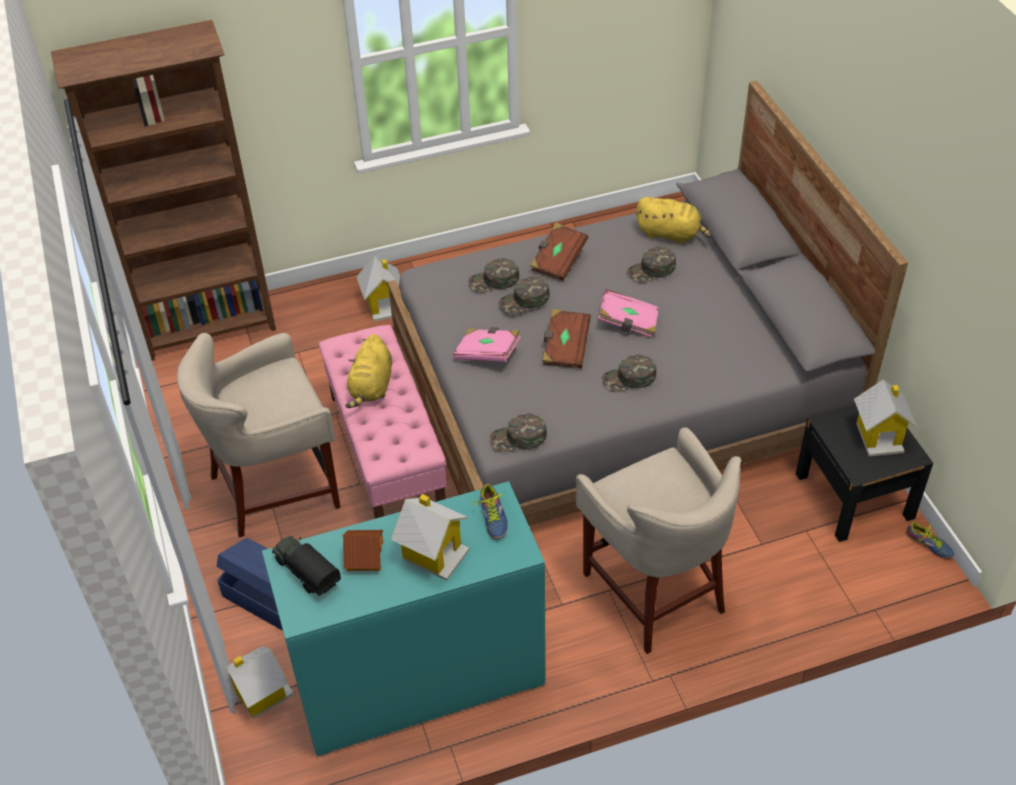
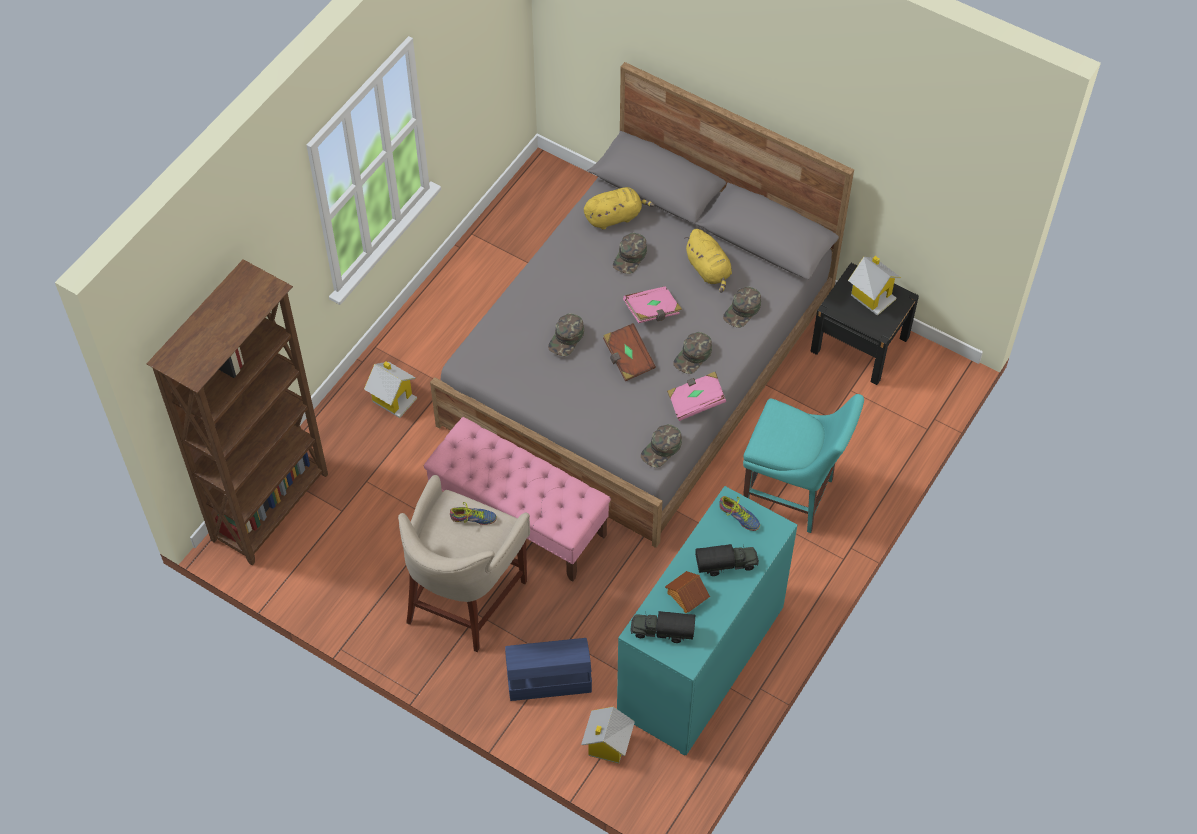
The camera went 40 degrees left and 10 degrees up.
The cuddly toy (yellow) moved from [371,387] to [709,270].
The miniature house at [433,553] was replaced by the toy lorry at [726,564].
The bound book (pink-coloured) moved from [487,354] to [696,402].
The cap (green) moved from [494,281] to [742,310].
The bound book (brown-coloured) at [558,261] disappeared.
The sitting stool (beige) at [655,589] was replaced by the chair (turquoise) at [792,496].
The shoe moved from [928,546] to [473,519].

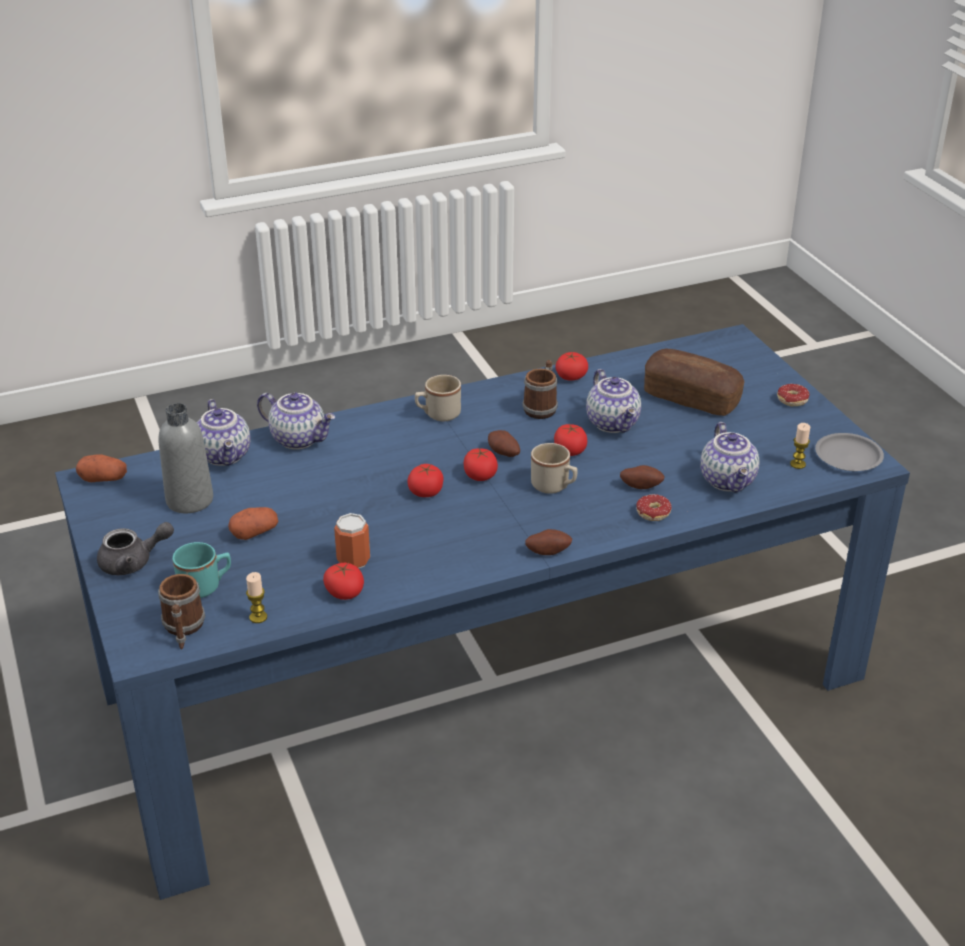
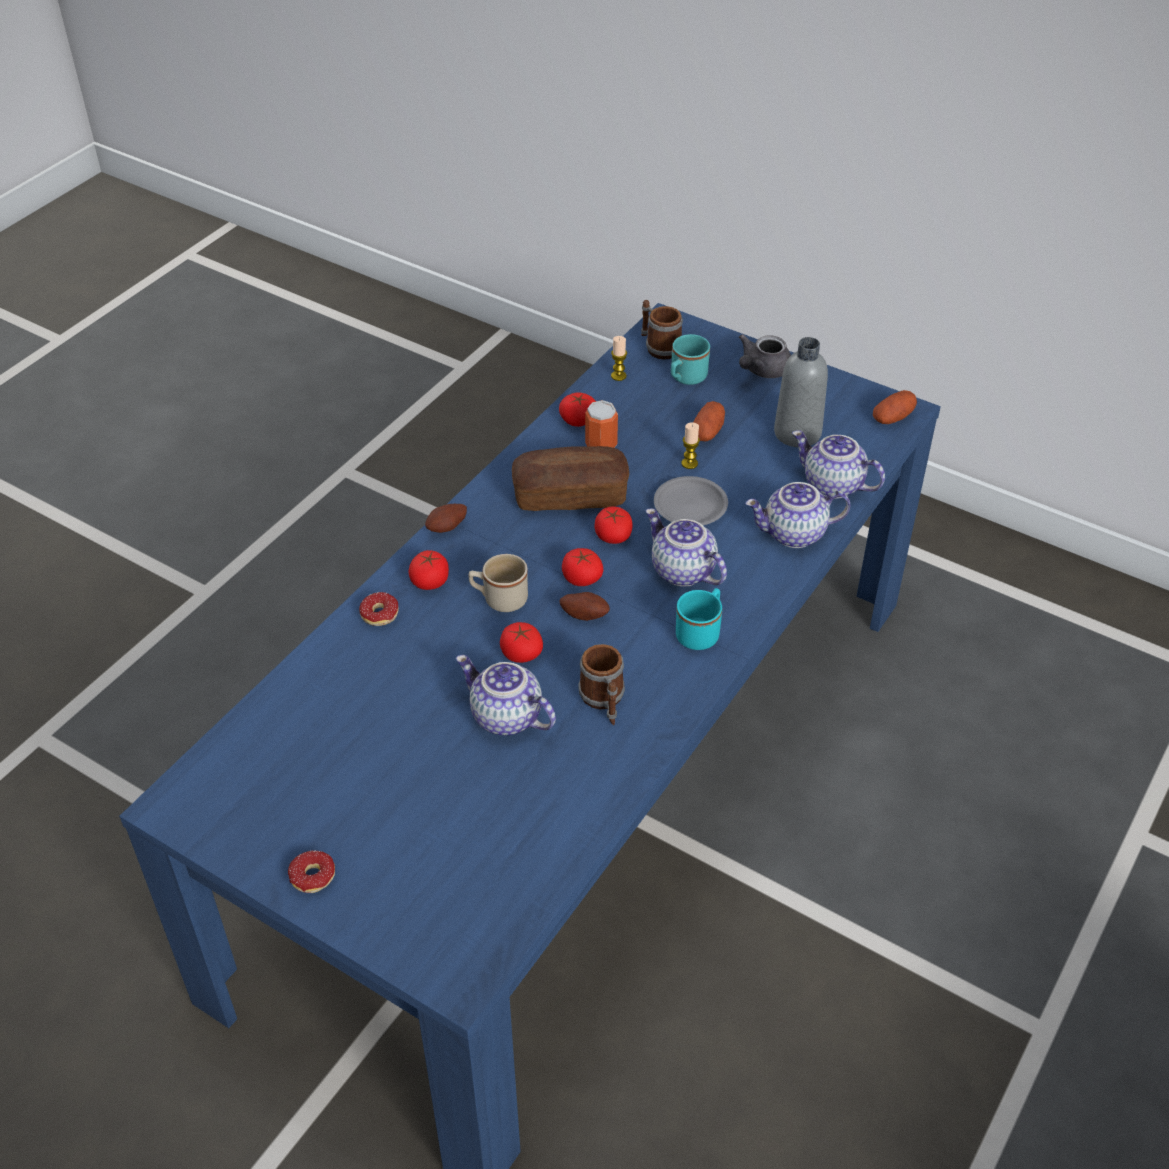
The camera went 145 degrees right and 10 degrees up.
The coffee mug (beige) at [438,414] became the coffee mug (turquoise) at [701,632].
The tomato moved from [571,376] to [430,581].
The spud at [641,486] disappeared.
The bread moved from [691,398] to [570,496].
The tea pot moved from [729,481] to [681,571].
The candle moved from [797,464] to [689,463].
The flat dish (grey) moved from [848,456] to [690,506].

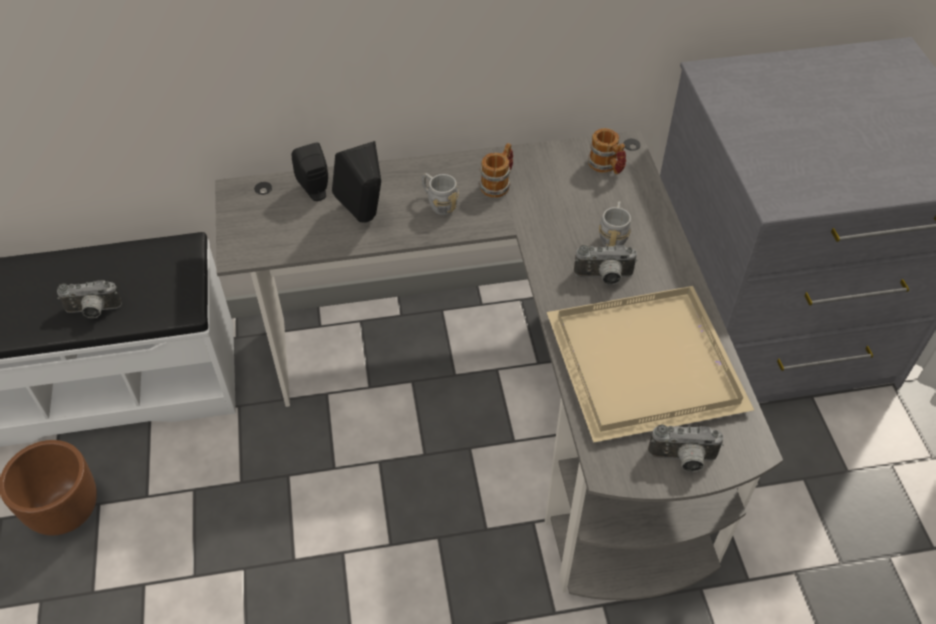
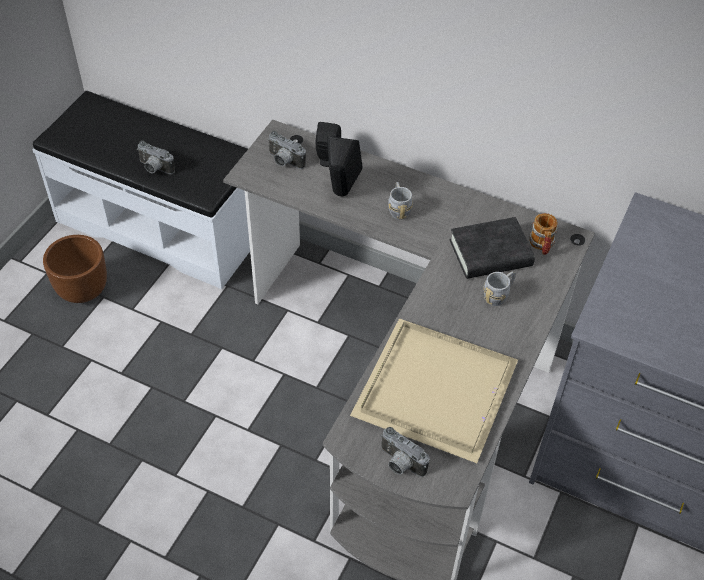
The camera went 35 degrees right and 0 degrees up.
The coffee mug at [498,184] disappeared.
The still camera moved from [604,278] to [284,162].
The bound book (black-coloured) at [490,253] appeared.

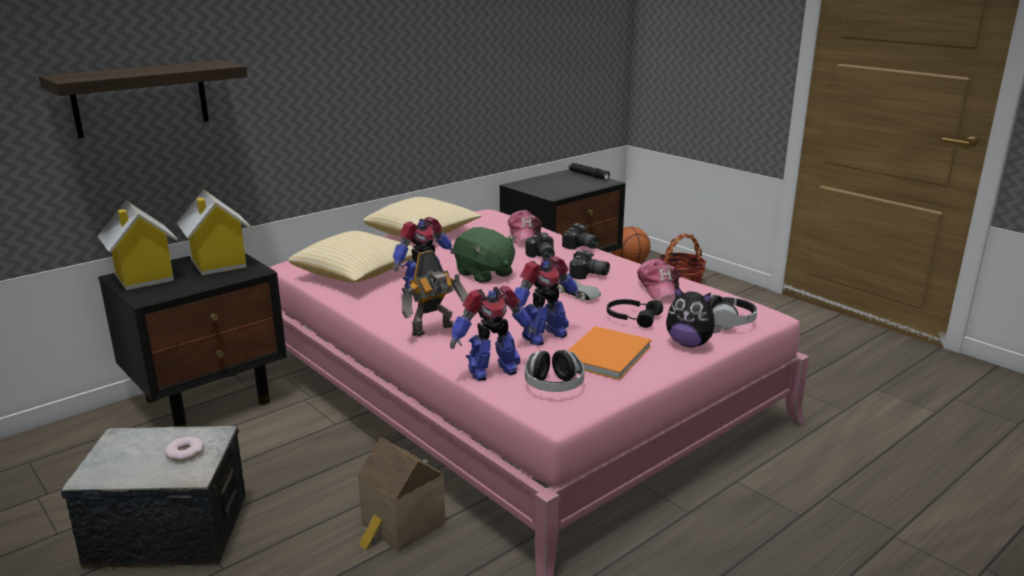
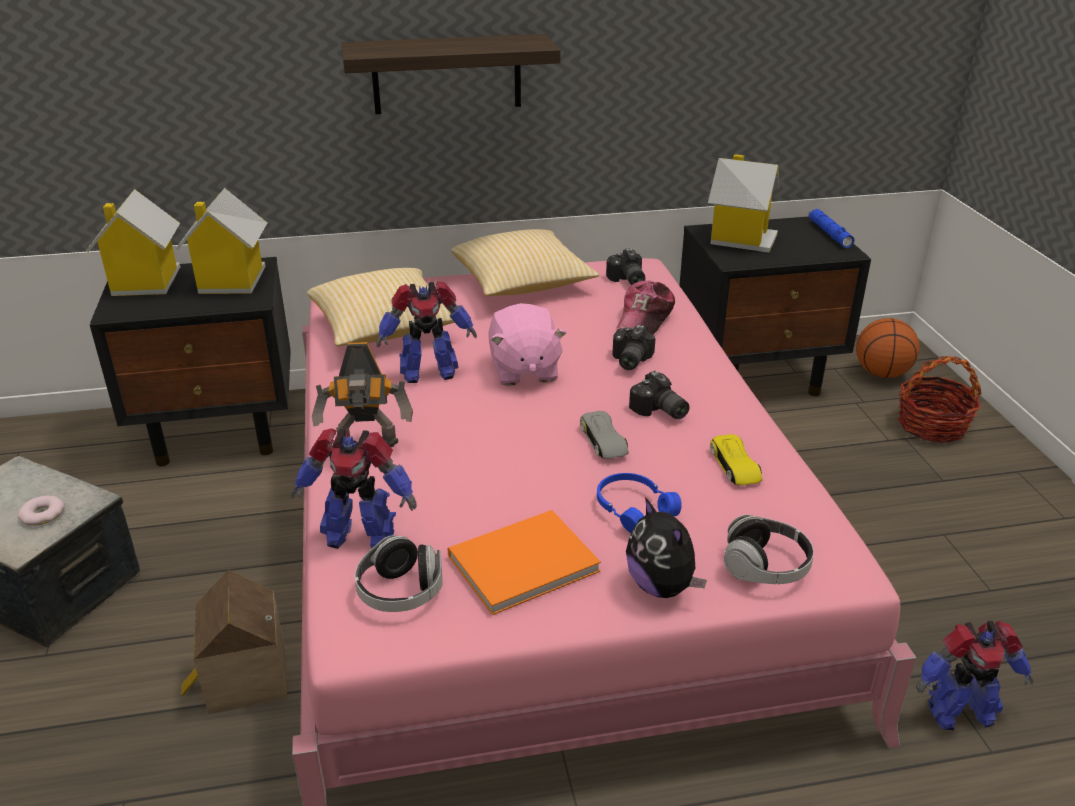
The camera went 30 degrees right and 10 degrees up.
The bracket shelf moved from [140,98] to [447,74].
The cuddly toy (green) at [484,274] became the cuddly toy (pink-coloured) at [524,370].
The robot figure moved from [543,336] to [958,712].
The still camera moved from [580,247] to [626,280].
The torch (black-coloured) at [588,175] became the torch (blue) at [829,234].
The headphones (black-coloured) at [632,317] became the headphones (blue) at [633,508].
The cap at [660,288] was replaced by the toy car (yellow) at [735,466].
The miniature house at [740,238] appeared.

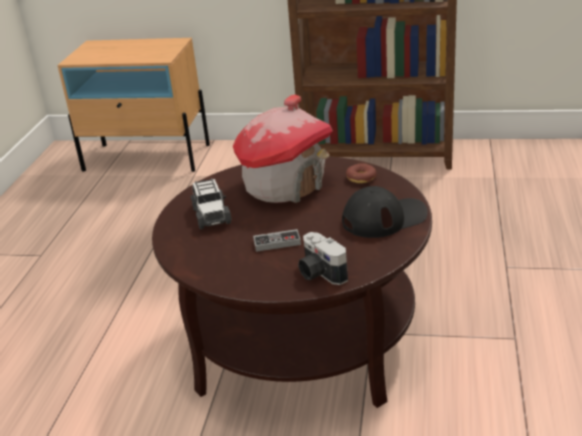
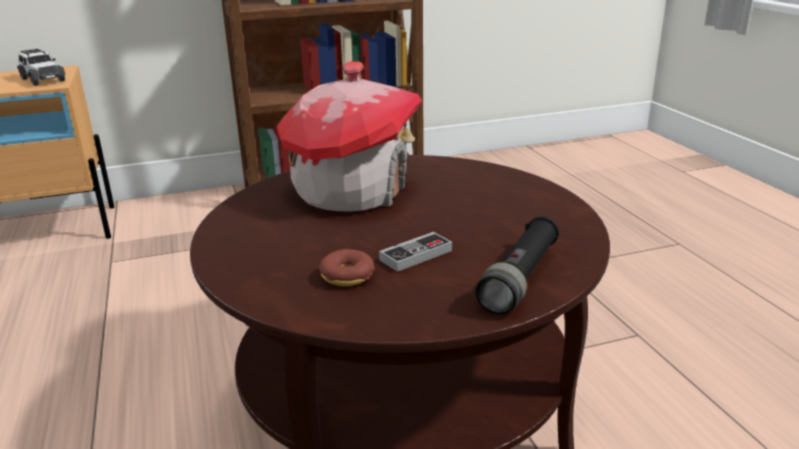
The camera went 30 degrees left and 5 degrees down.
The toy car moved from [211,215] to [42,80].
The still camera at [319,273] was replaced by the torch (black-coloured) at [520,278].
The cap (black-coloured) at [384,218] disappeared.
The donut moved from [361,178] to [347,276].

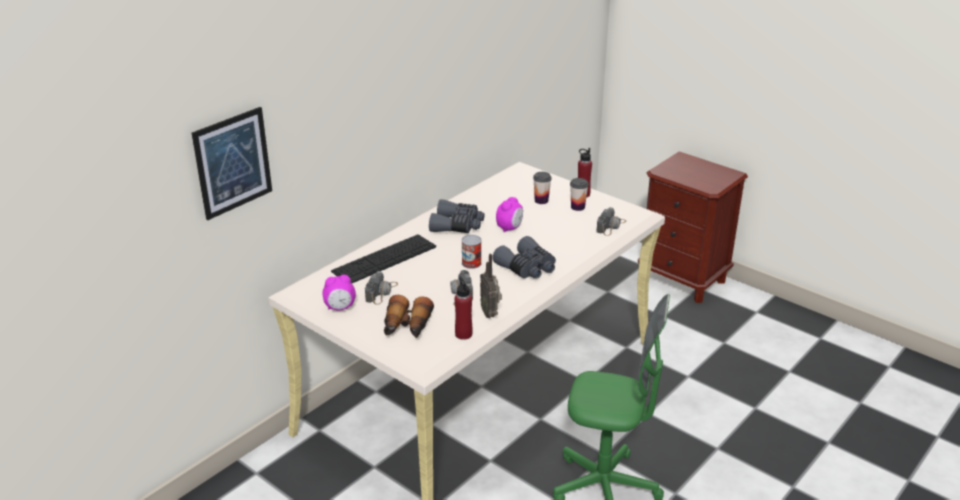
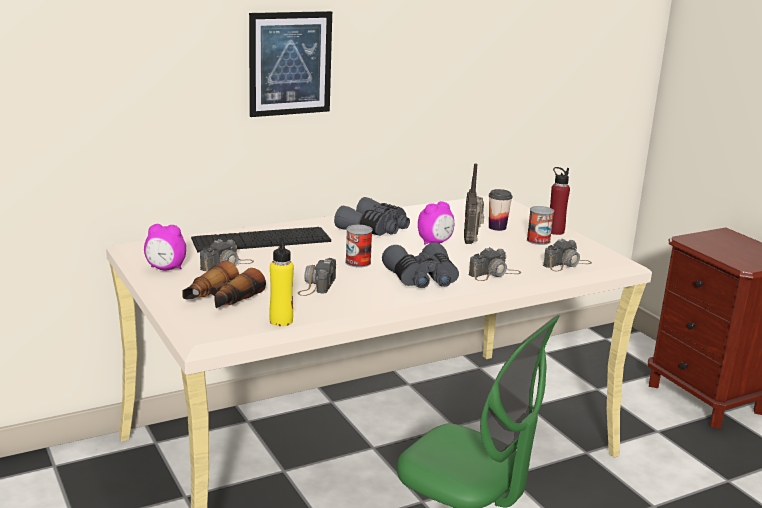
The camera went 20 degrees right and 10 degrees down.
The picture moved from [233,163] to [290,63].
The bottle (red-coloured) at [463,334] became the bottle (yellow) at [281,321].
The radio moved from [490,313] to [471,242].
The cup at [577,207] was replaced by the metal can at [538,240].
The still camera at [494,273] appeared.

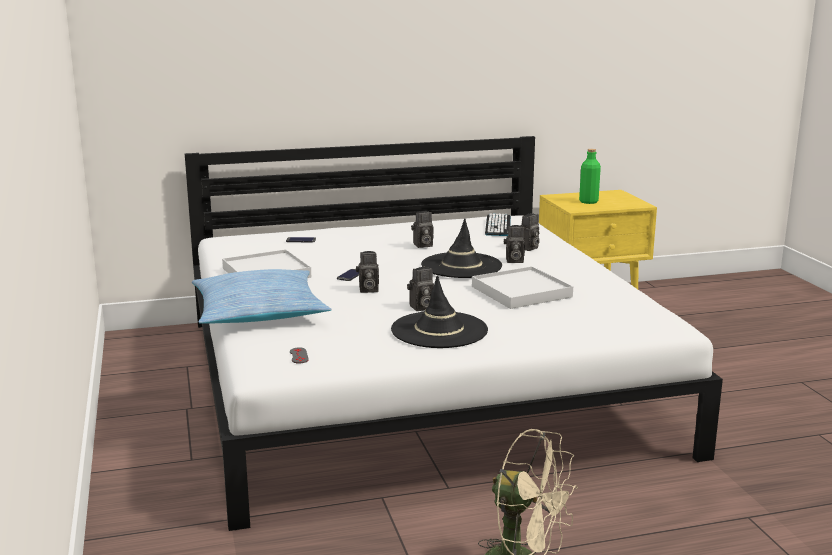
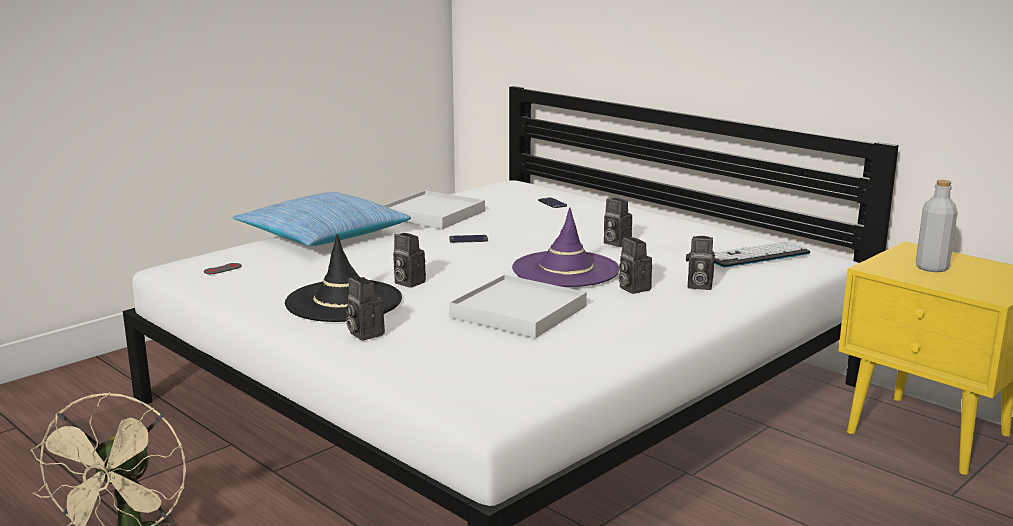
The camera went 60 degrees right and 0 degrees up.
The still camera moved from [367,290] to [364,333].
The wearable hat (black-coloured) at [461,266] became the wearable hat (purple-coloured) at [565,270].
The bottle (green) at [588,202] became the bottle (grey) at [931,268].

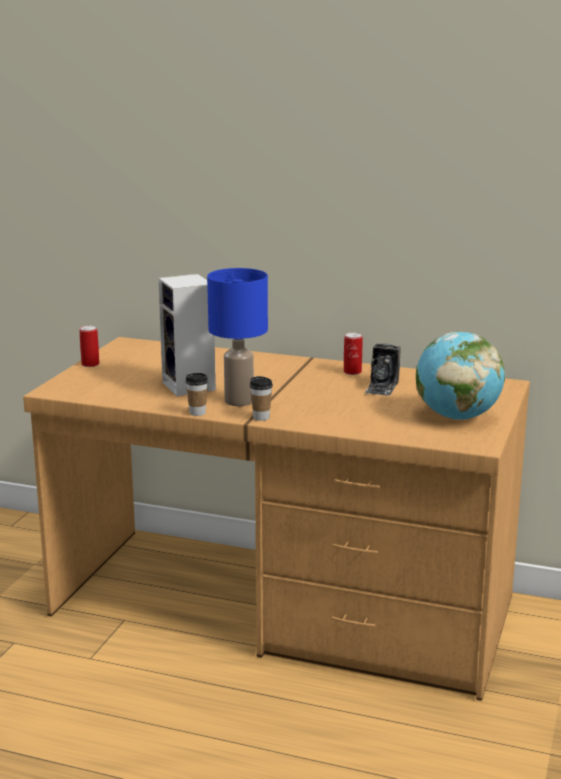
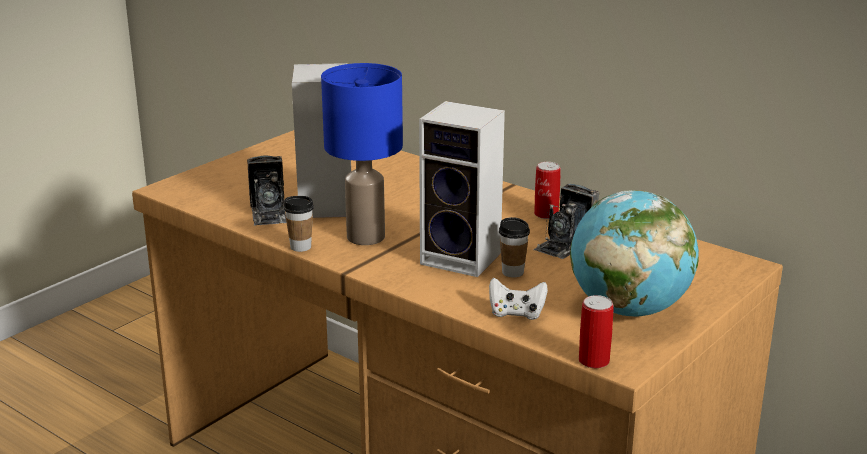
The camera went 20 degrees right and 5 degrees up.
The metal can moved from [90,364] to [594,361].
The cup moved from [261,417] to [512,272].
The still camera at [268,212] appeared.
The audio speaker at [464,258] appeared.
The game controller (whitish) at [516,313] appeared.

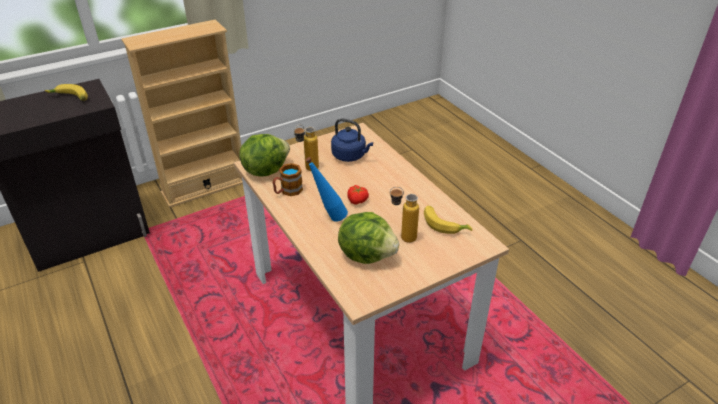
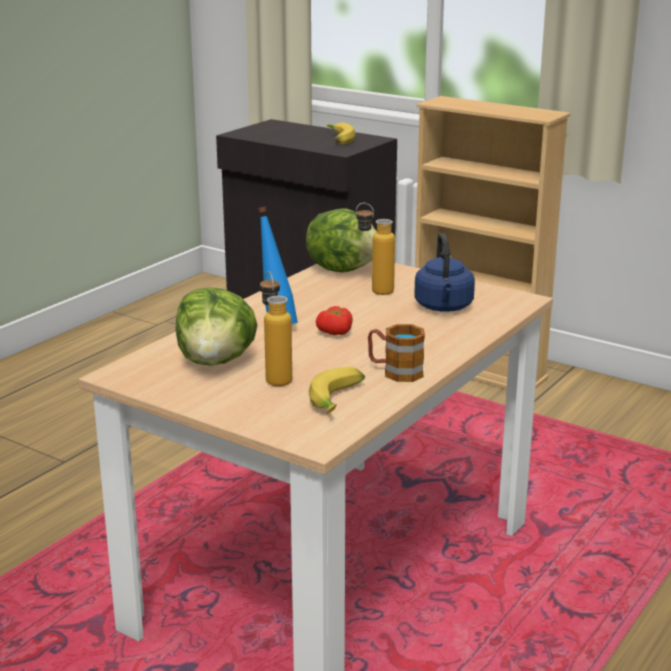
The camera went 65 degrees right and 15 degrees down.
The coffee mug moved from [287,191] to [395,372].

